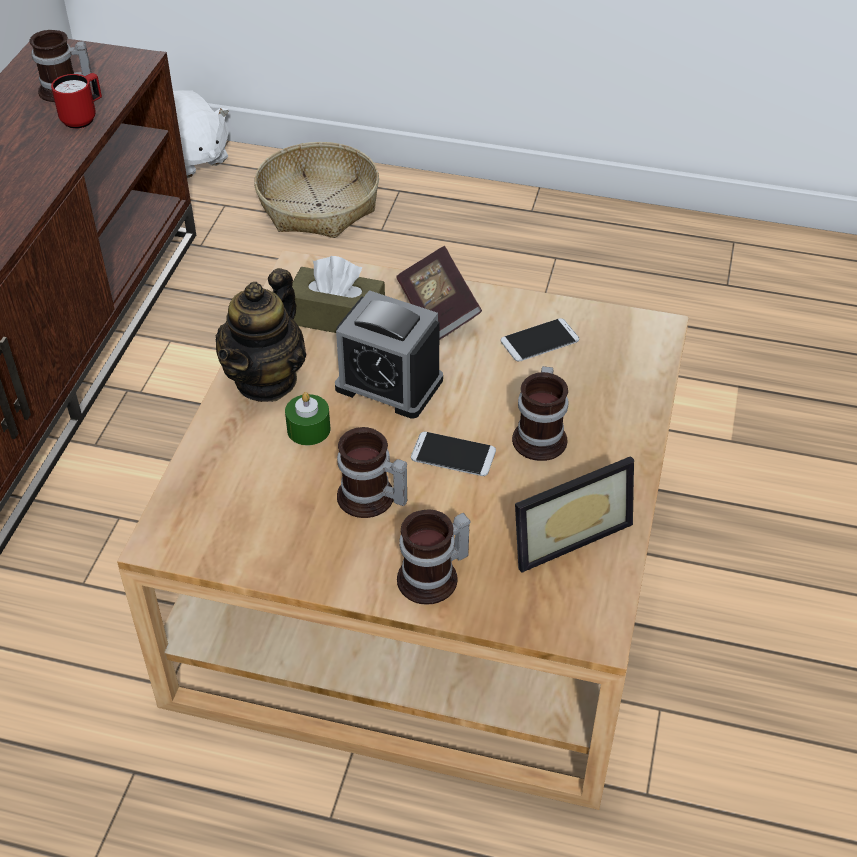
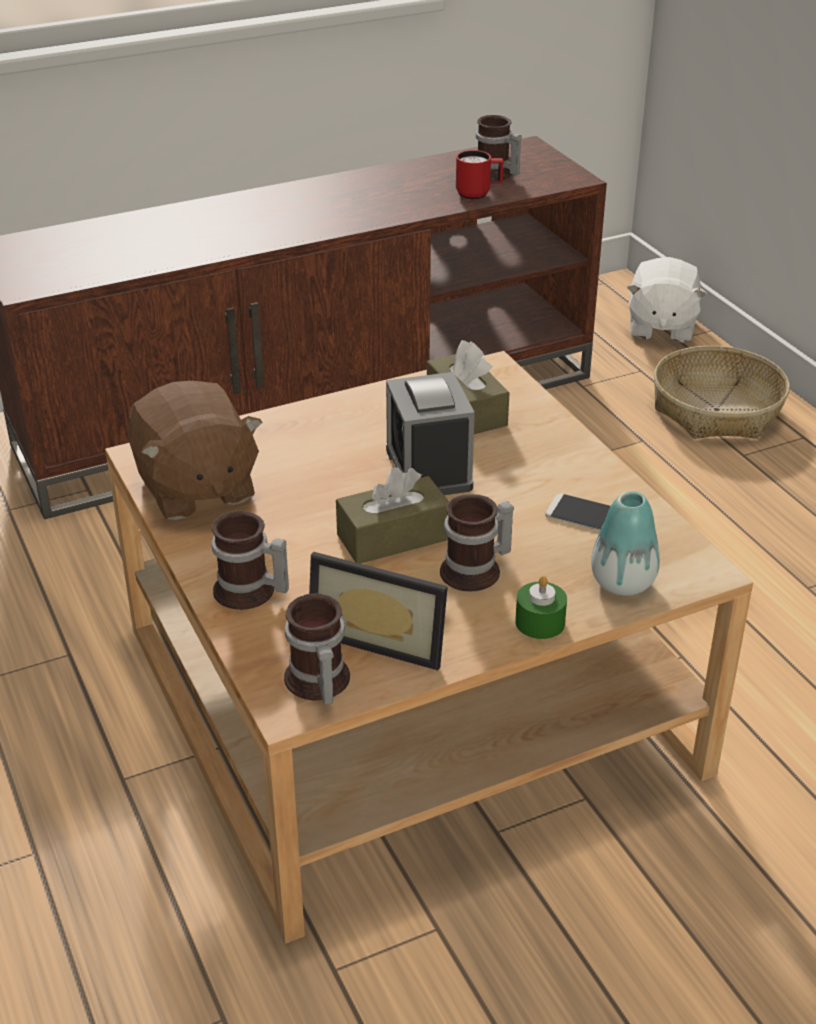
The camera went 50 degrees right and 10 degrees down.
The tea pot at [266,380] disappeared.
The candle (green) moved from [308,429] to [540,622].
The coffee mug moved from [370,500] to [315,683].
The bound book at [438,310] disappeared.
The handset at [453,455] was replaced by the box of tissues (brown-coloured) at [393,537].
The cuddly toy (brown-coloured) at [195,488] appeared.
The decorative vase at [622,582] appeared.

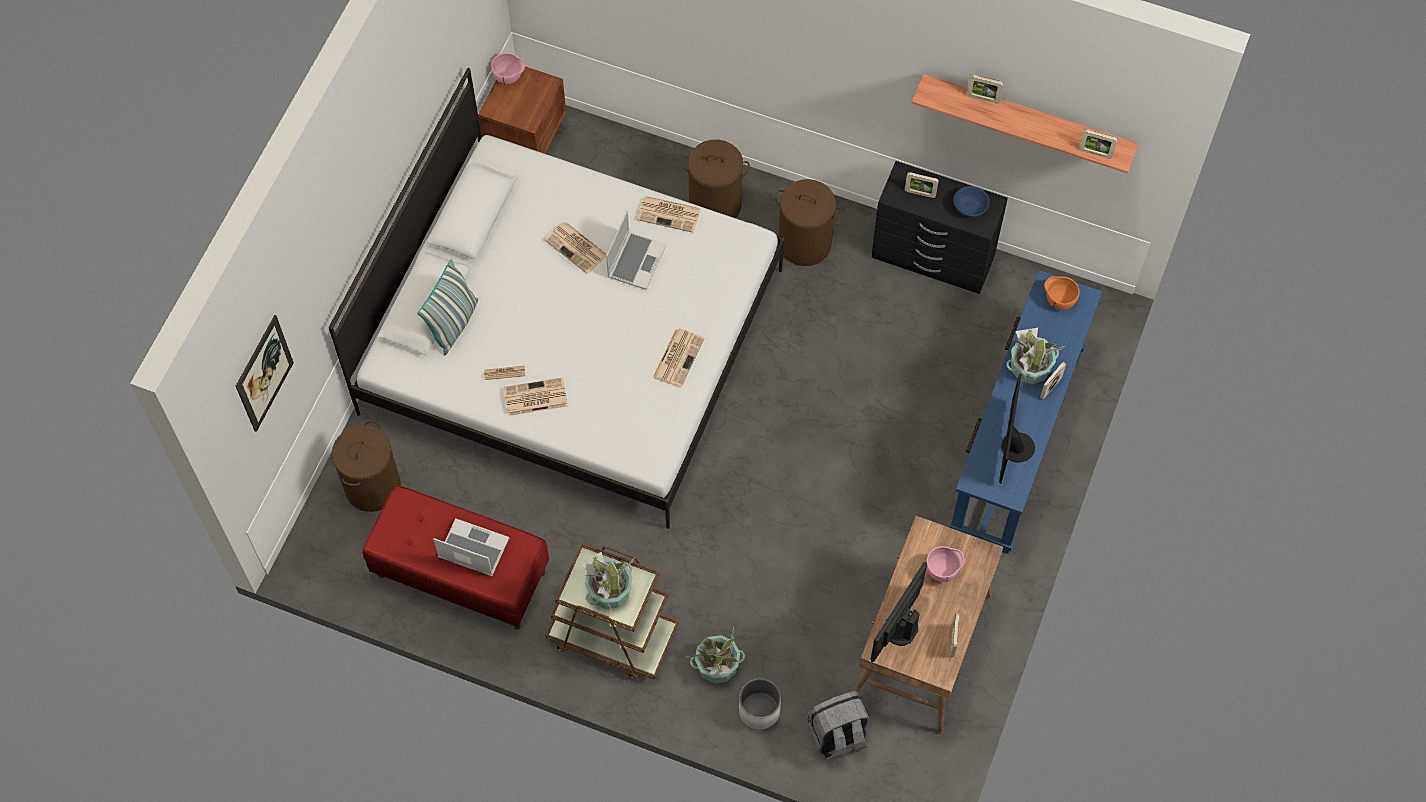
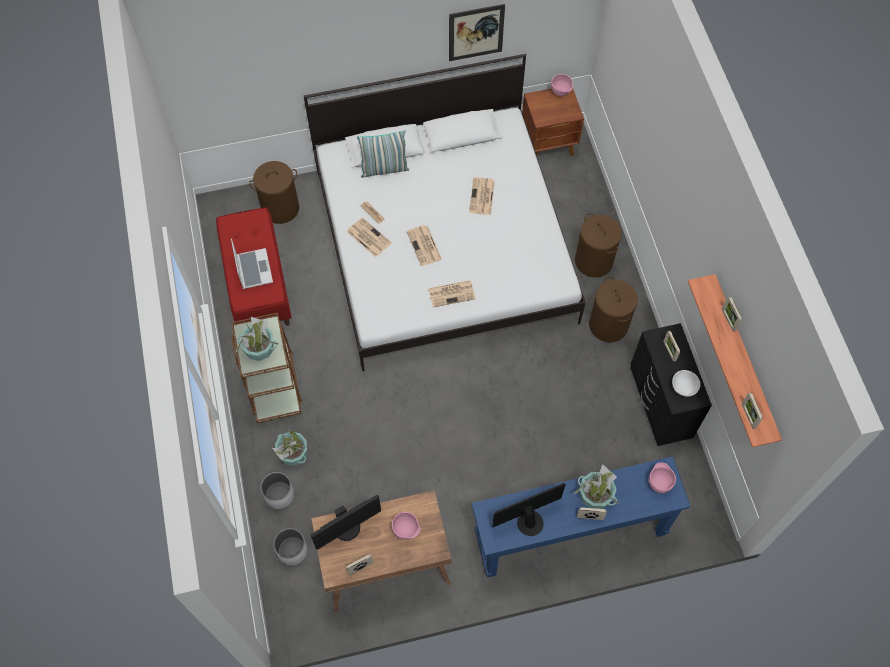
The camera went 55 degrees right and 0 degrees up.
The picture moved from [264,373] to [476,32].
The notebook computer at [636,260] disappeared.
The printed paper moved from [670,214] to [424,246].
The rucksack (grey) at [837,736] was replaced by the flower pot (whitish) at [292,551].
The computer screen at [899,628] turned 150 degrees clockwise.
The deep dish (blue) at [970,208] became the deep dish (whitish) at [684,388].
The deep dish (orange-coloured) at [1058,301] became the deep dish (pink-coloured) at [659,482].

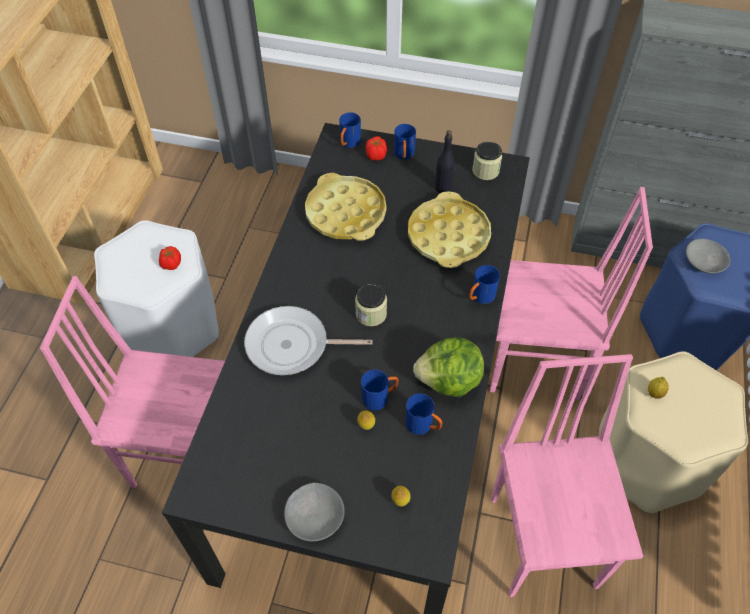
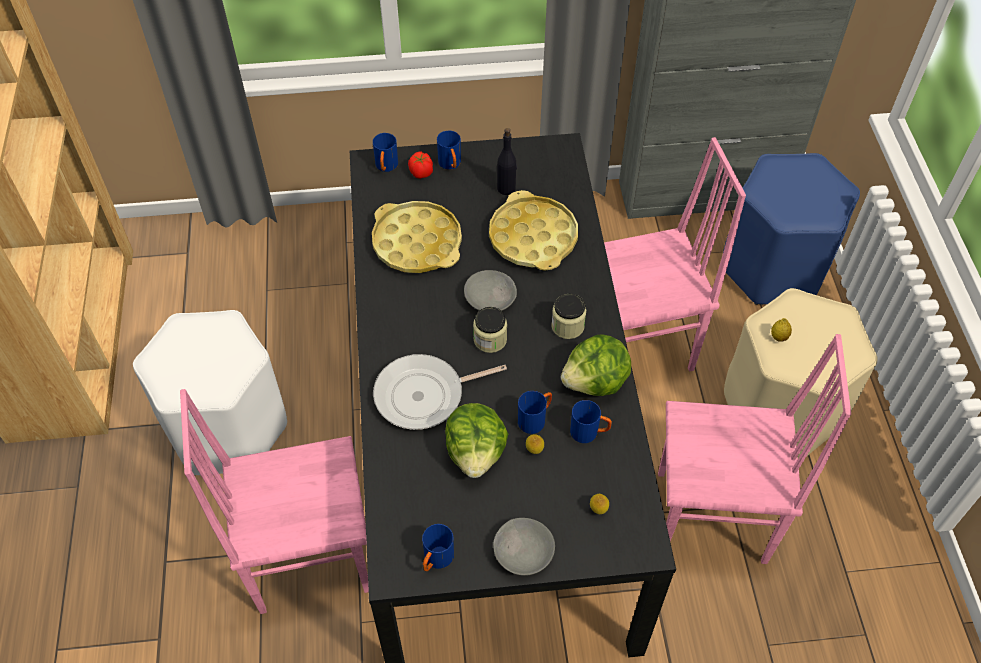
The camera went 20 degrees left and 0 degrees up.
The tomato at [171,264] disappeared.
The coffee mug (blue) moved from [480,297] to [436,560].
The storage jar moved from [485,171] to [567,326].
The chair (pink-coloured) at [544,540] turned 120 degrees clockwise.
The deep dish (grey) moved from [704,262] to [491,299].
The lettuce at [476,452] appeared.

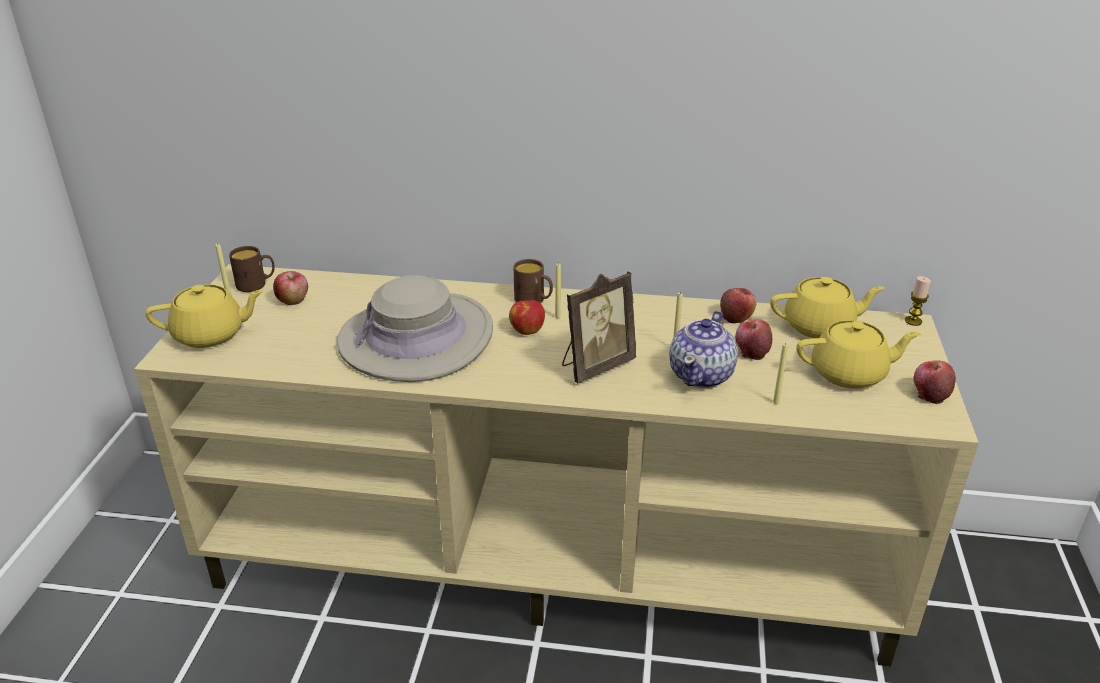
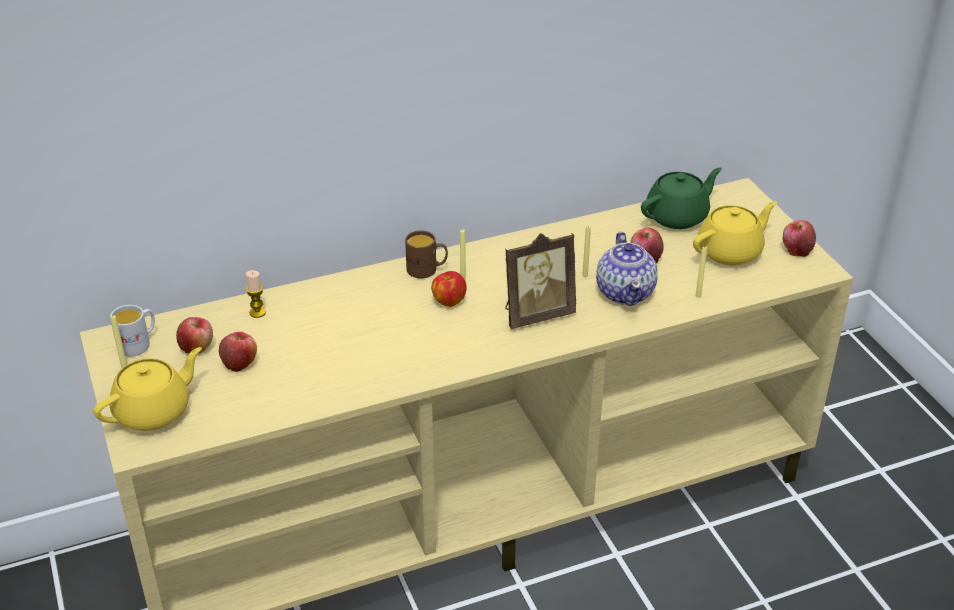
The camera went 30 degrees left and 5 degrees up.
The coffee mug (brown-coloured) at [256,284] became the coffee mug (whitish) at [138,343].
The wearable hat (beige) at [416,338] disappeared.
The standing frame at [595,366] turned 45 degrees clockwise.
The apple fruit moved from [736,317] to [239,362].
The tea pot (yellow) at [820,327] became the tea pot (green) at [678,216].
The candle moved from [913,321] to [257,312].

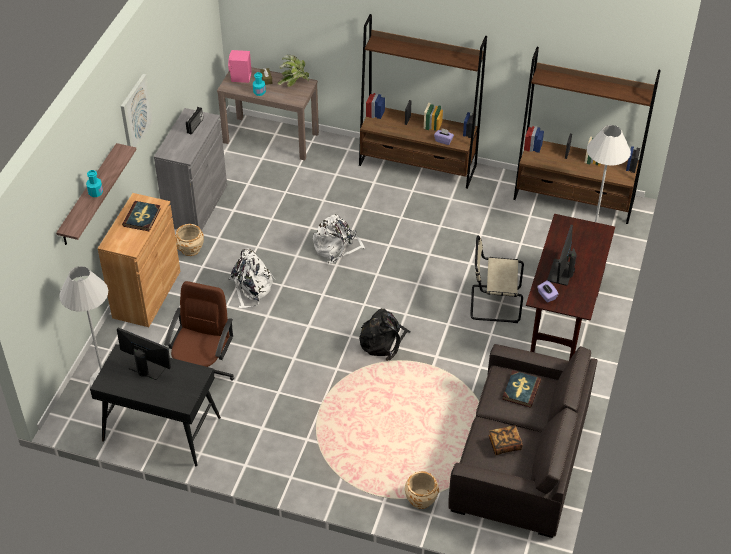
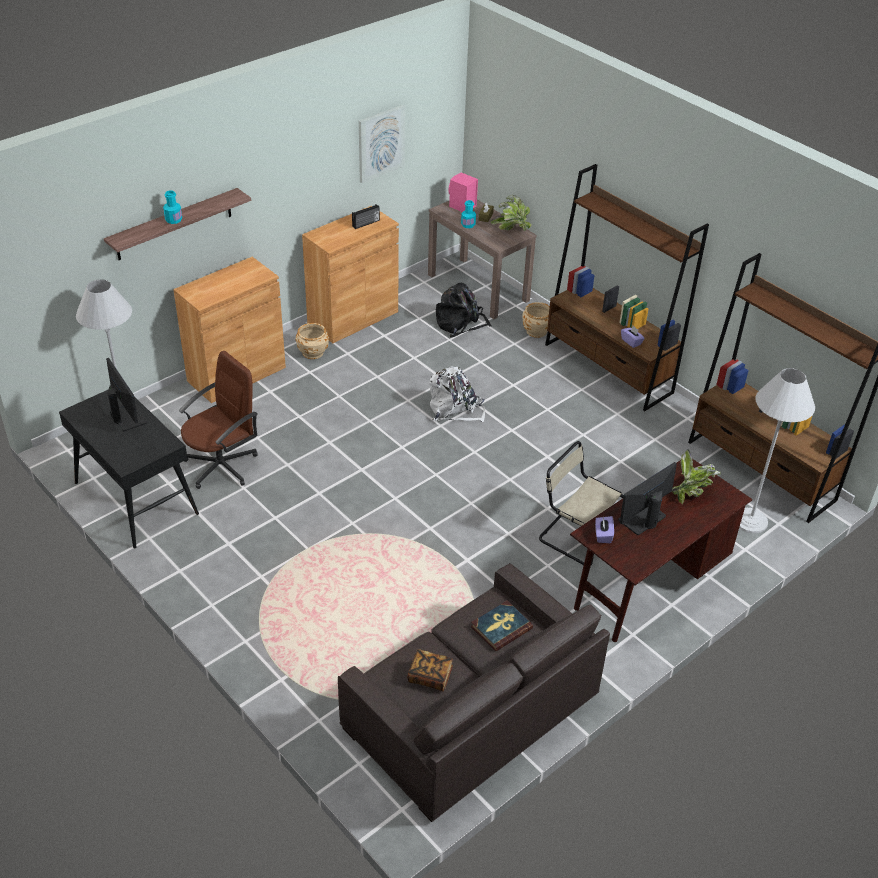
The camera went 30 degrees right and 5 degrees down.
The picture moved from [135,114] to [381,143].
The bound book at [142,217] disappeared.
The storage cabinet (grey) at [196,206] became the storage cabinet (brown-coloured) at [353,318].
The rucksack (whitish) at [251,288] disappeared.
The rucksack (black-coloured) moved from [383,341] to [460,323].
The flower pot (beige) moved from [421,499] to [536,331].
The plant in a pot at [691,492] appeared.

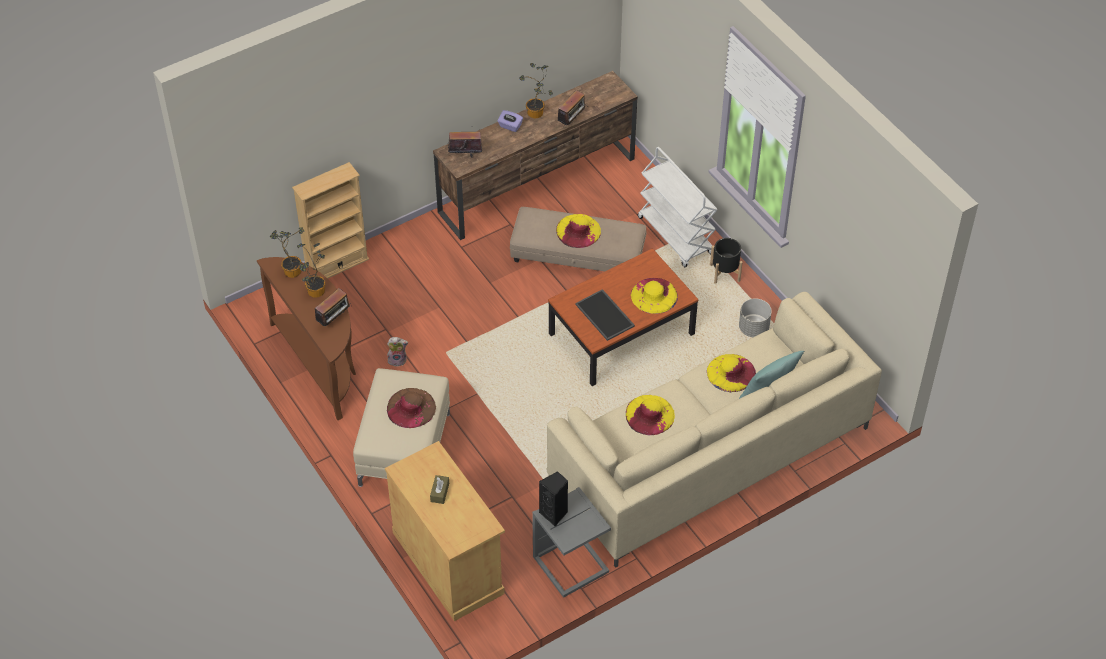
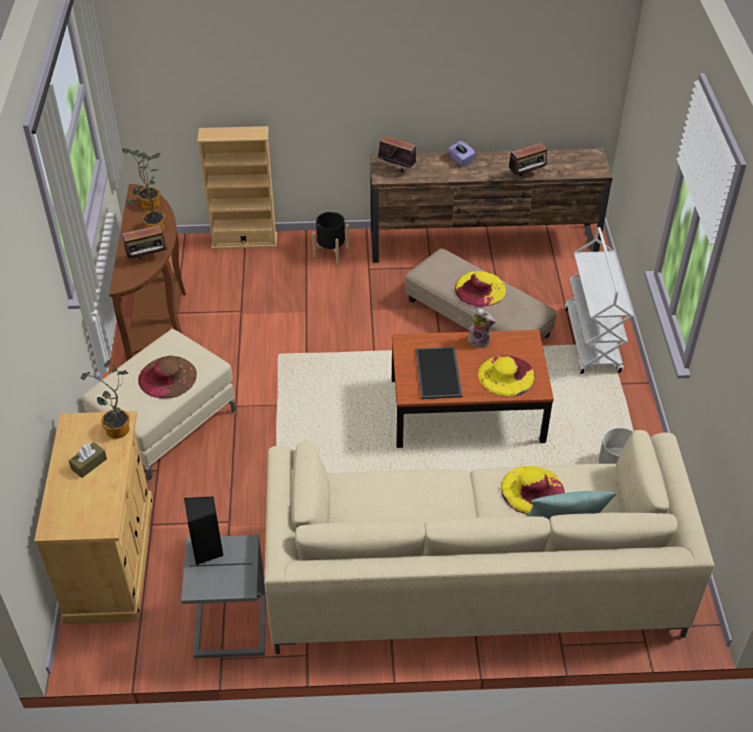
The camera went 30 degrees right and 5 degrees down.
The cuddly toy moved from [398,360] to [480,341].
The plant in a pot moved from [537,114] to [118,433].
The wearable hat (yellow) at [649,415] disappeared.
The flower pot (black-coloured) moved from [724,273] to [331,252].

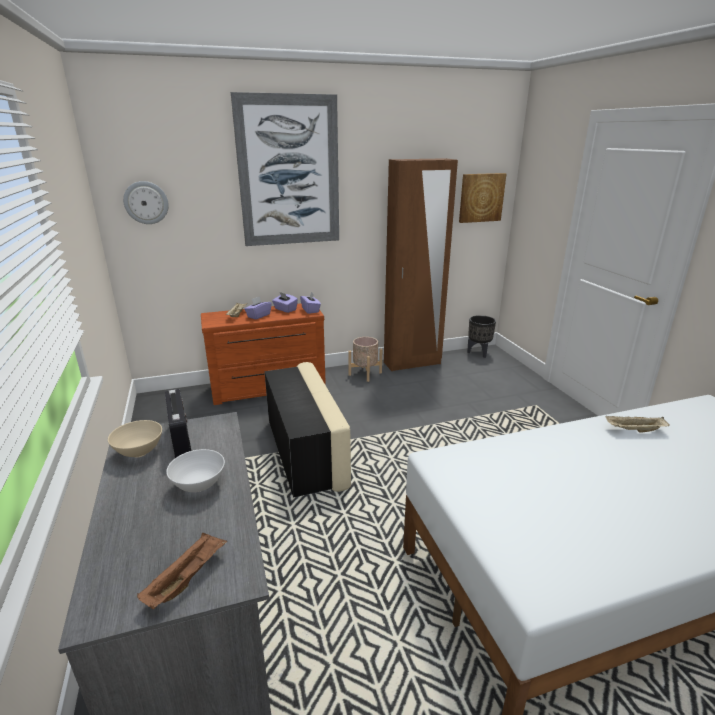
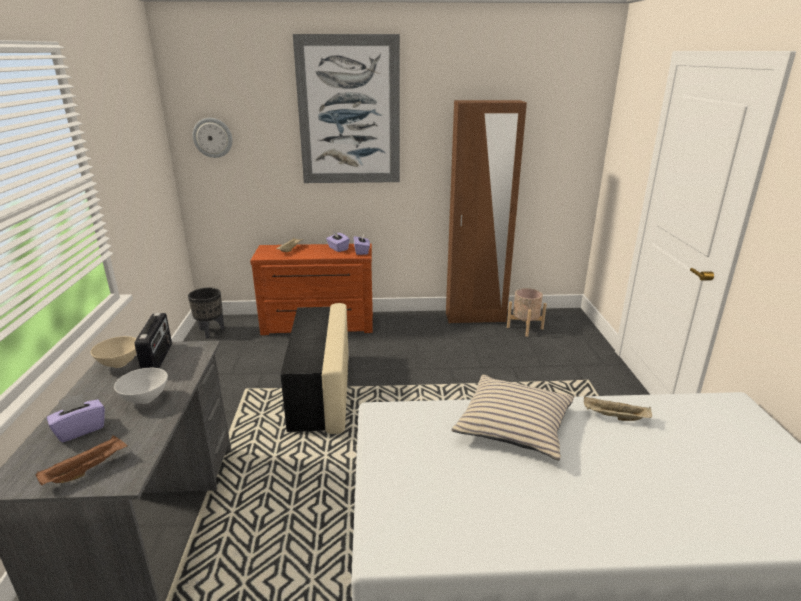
The camera went 15 degrees right and 0 degrees up.
The box of tissues (purple-coloured) moved from [258,316] to [80,429].
The flower pot (beige) moved from [365,374] to [524,328].
The picture at [481,197] disappeared.
The flower pot (black-coloured) moved from [479,353] to [211,332].
The throw pillow (beige) at [514,425] appeared.

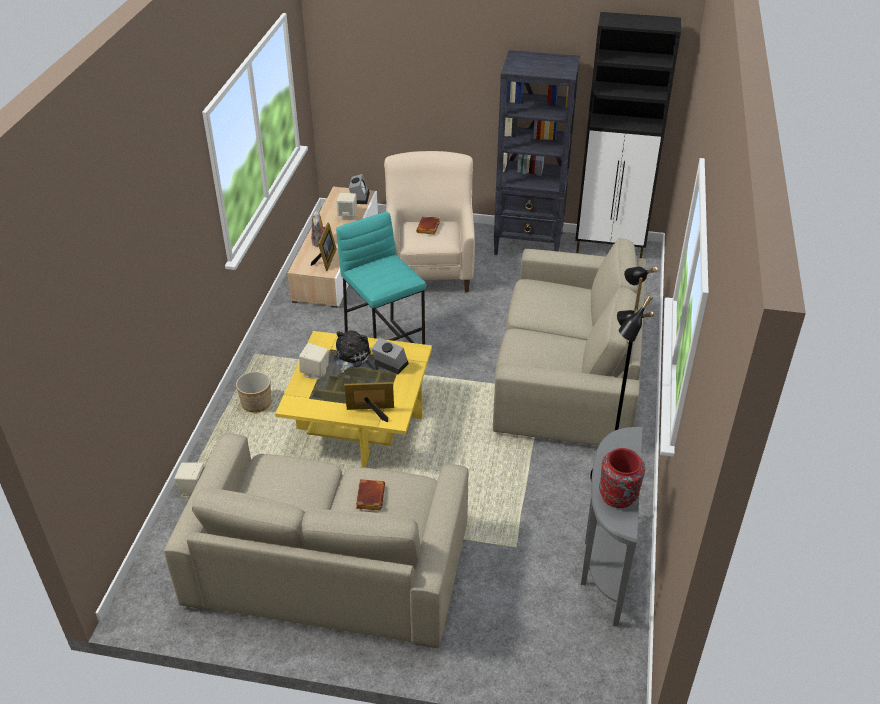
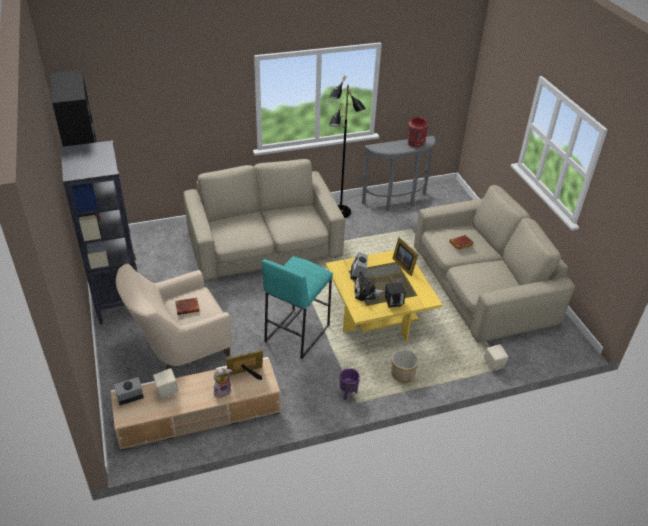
The camera went 120 degrees left and 0 degrees up.
The audio speaker (beige) at [315,372] became the audio speaker (black-coloured) at [393,302].
The flower pot (purple-coloured) at [348,393] appeared.

